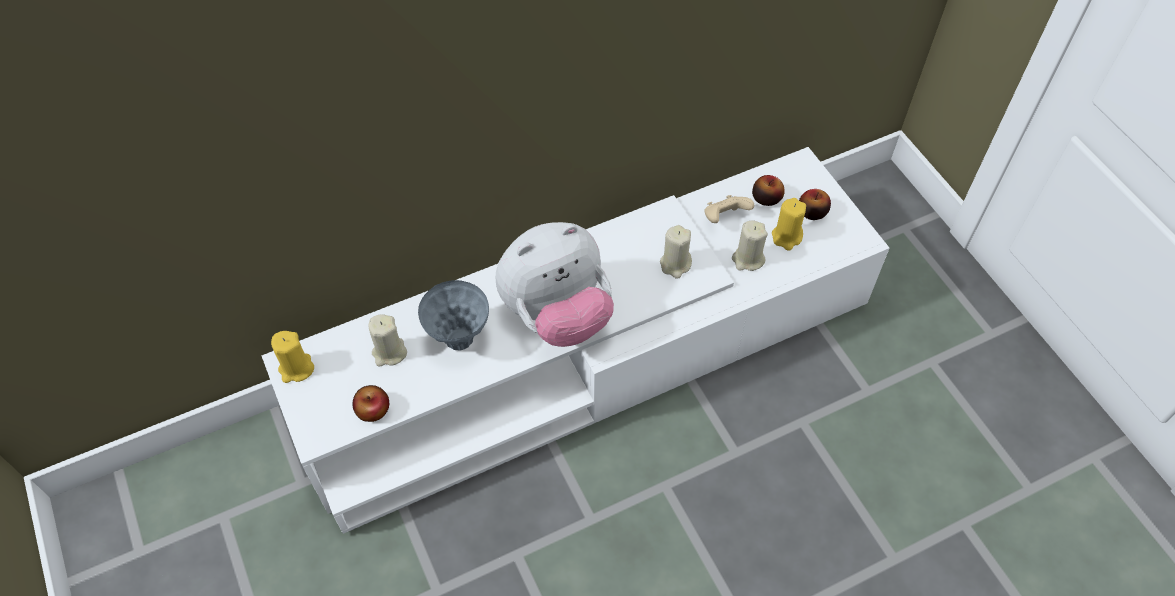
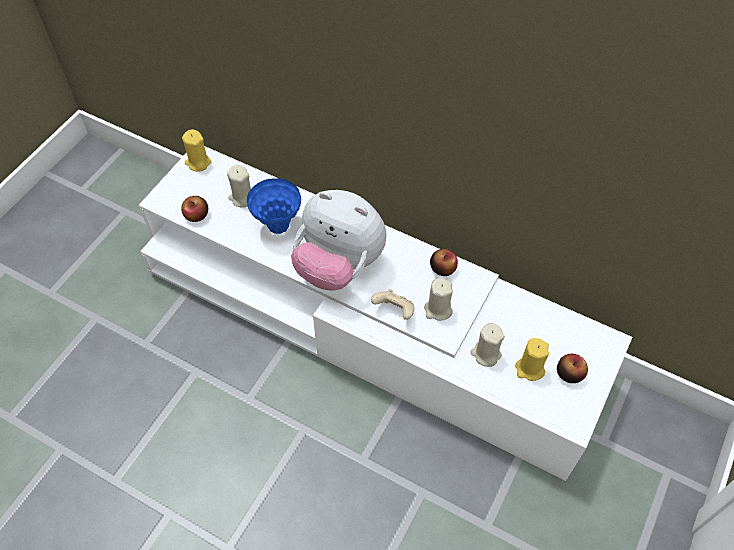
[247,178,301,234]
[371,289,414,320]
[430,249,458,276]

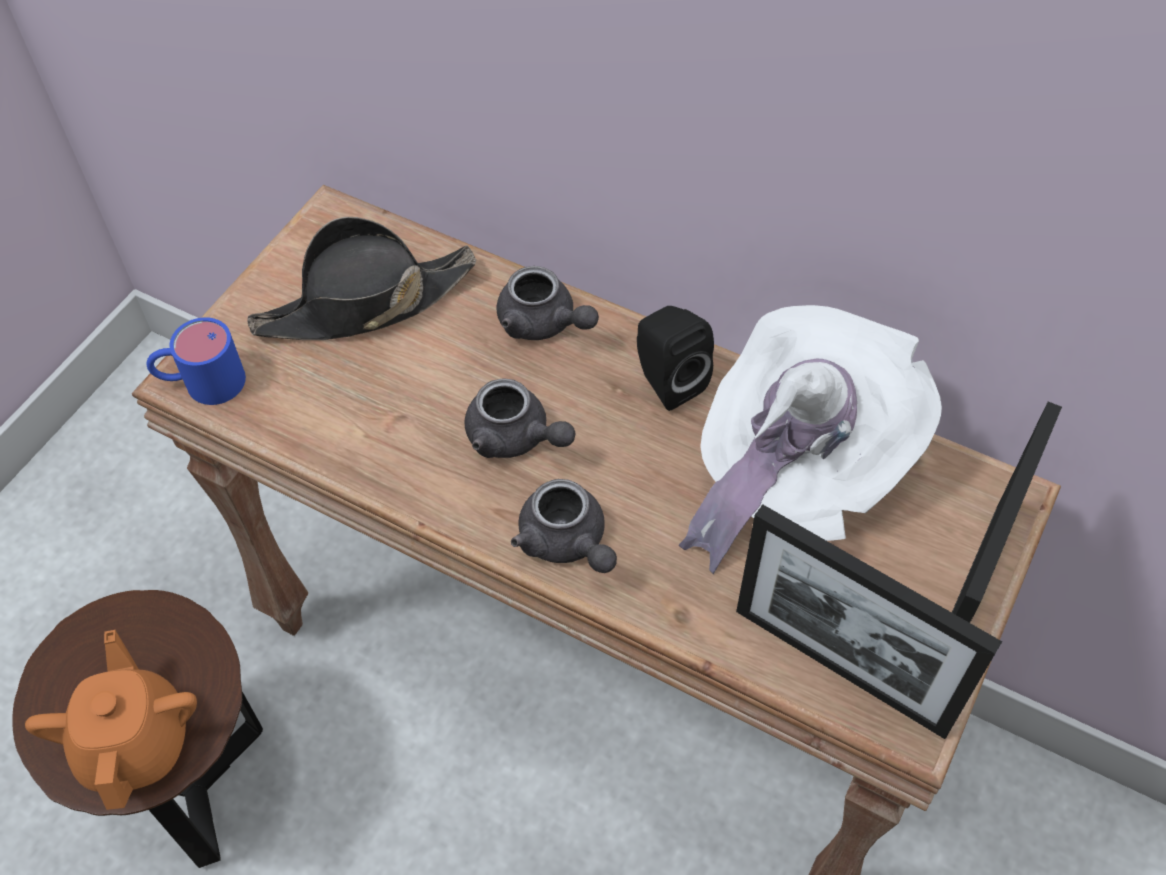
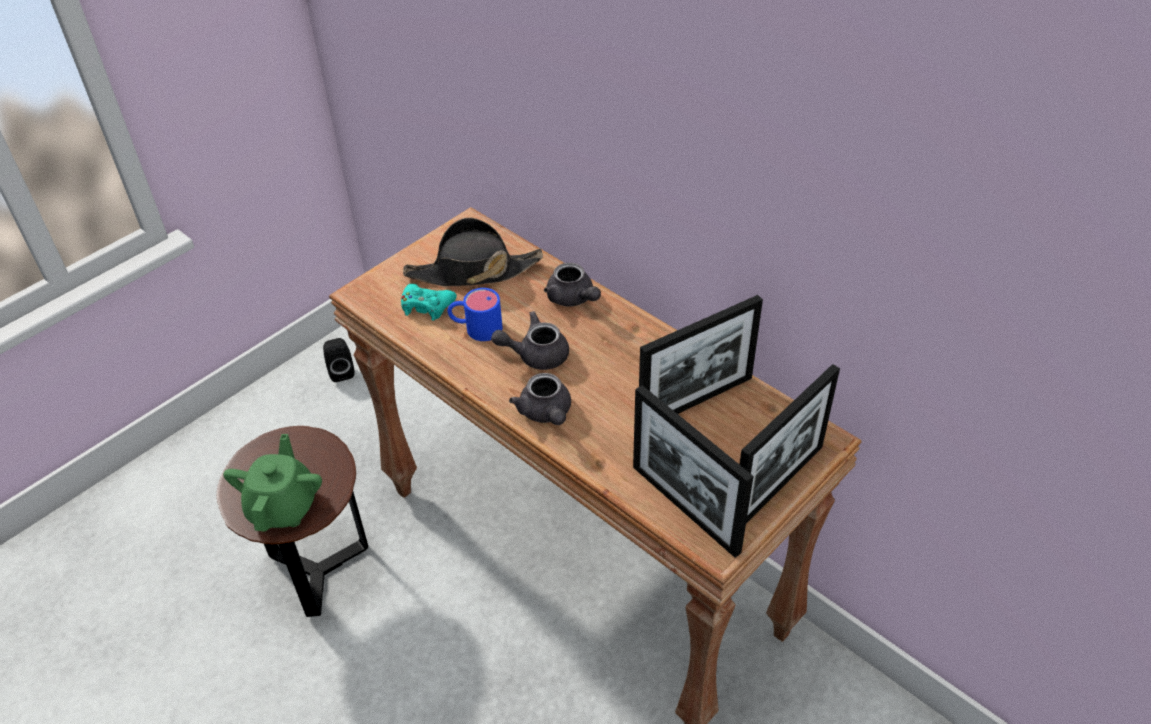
[223,434,322,532]
[323,338,355,382]
[401,284,457,321]
[448,288,503,341]
[491,311,569,370]
[639,295,763,414]

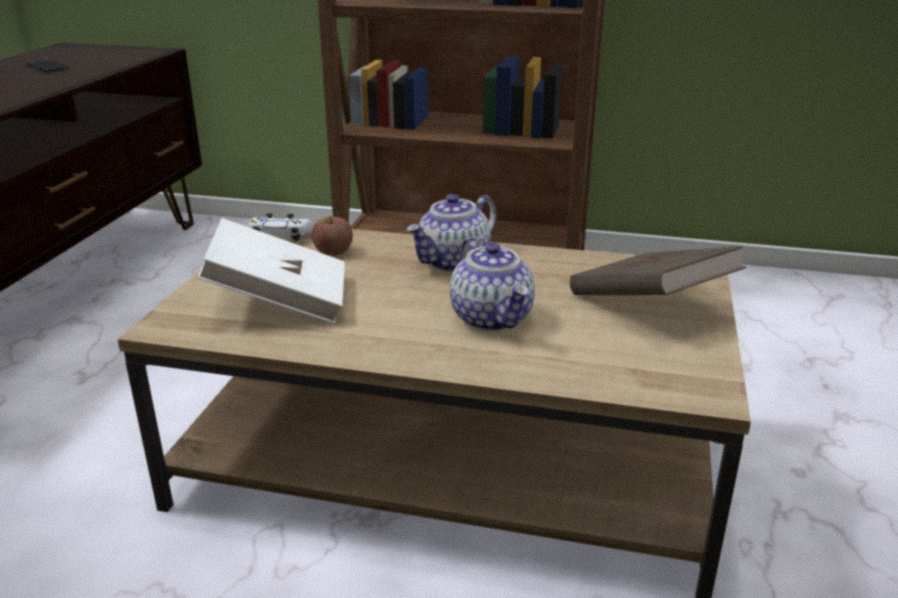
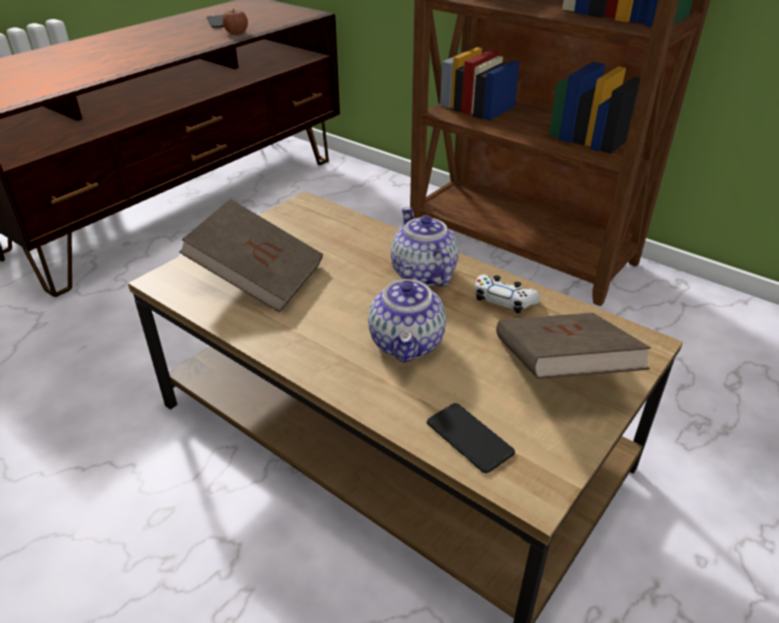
[179,199,323,313]
[222,9,248,35]
[391,207,459,287]
[427,403,515,473]
[475,275,540,314]

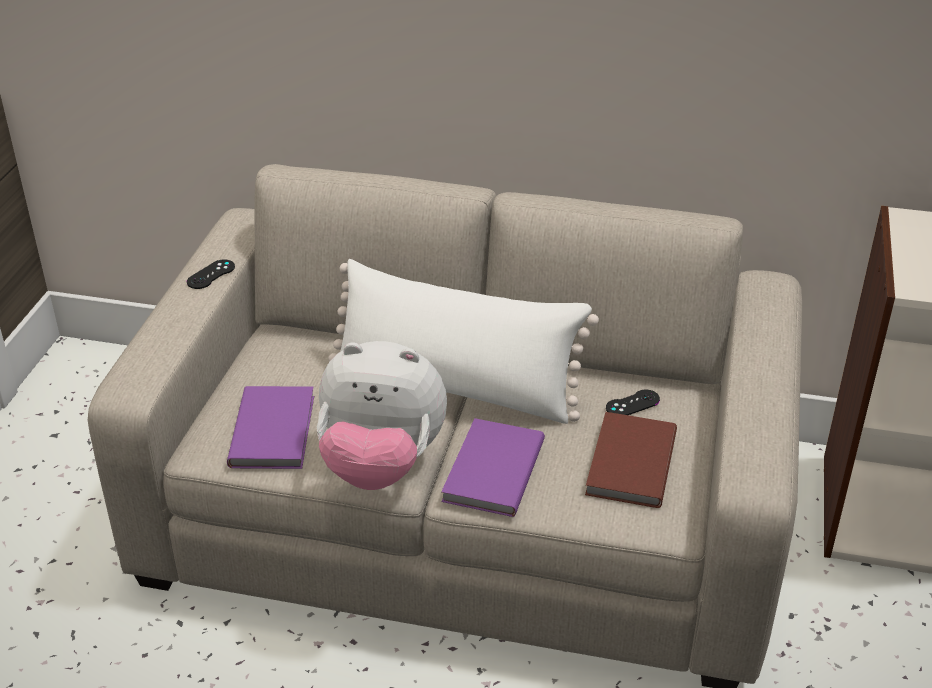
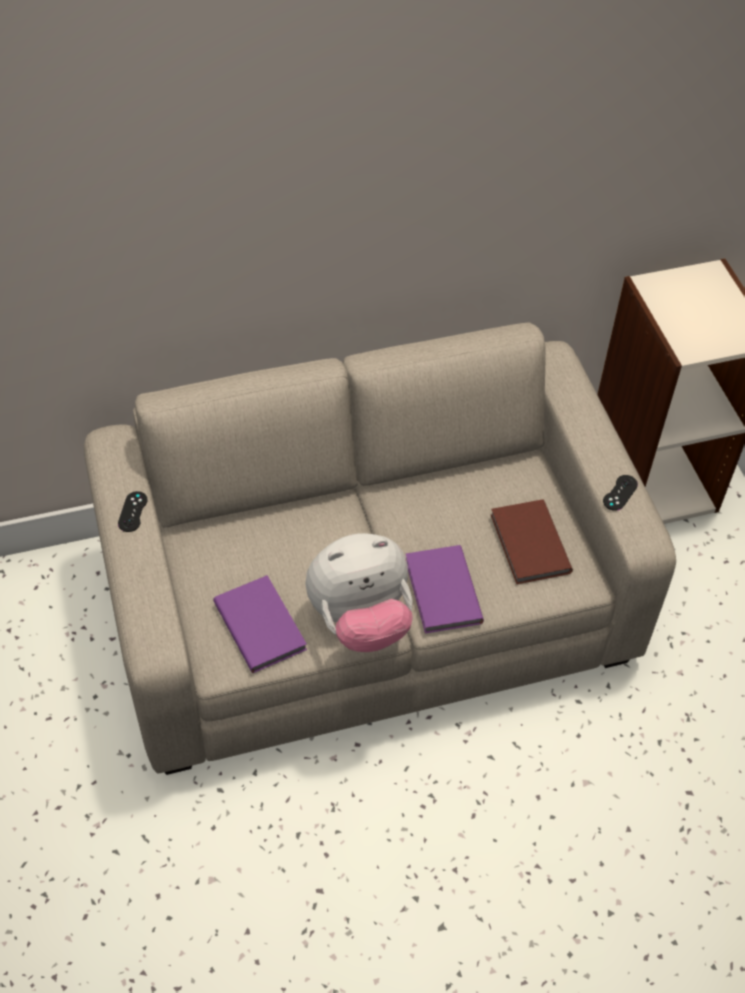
[603,475,638,511]
[328,259,599,424] (first image)

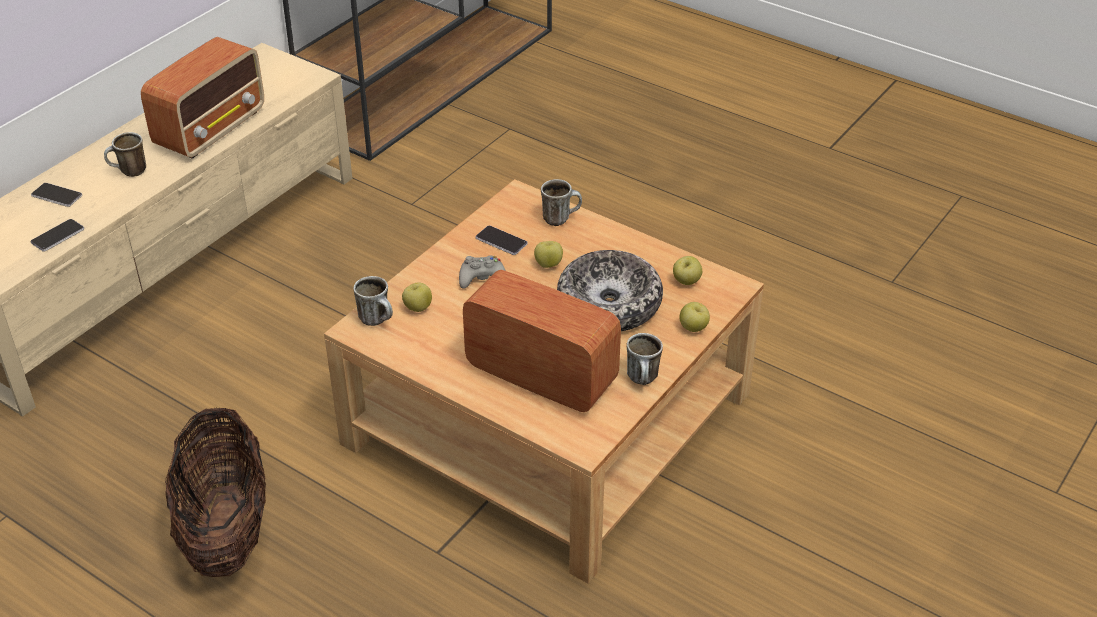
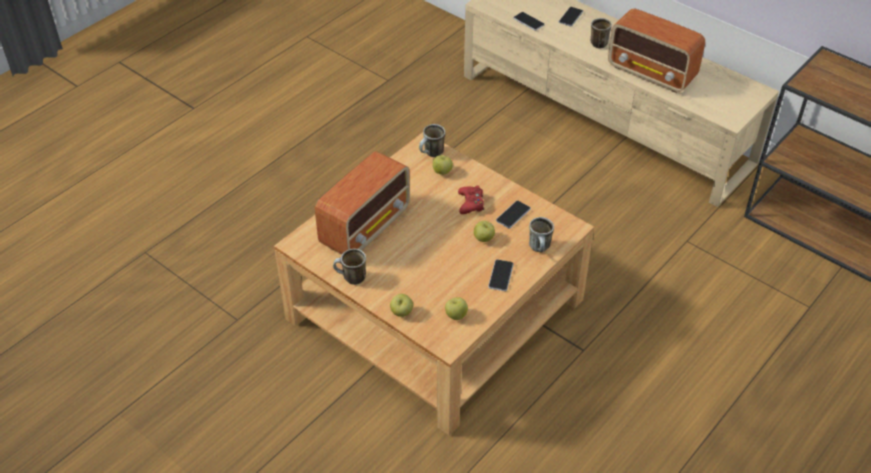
[458,185,484,214]
[488,259,514,291]
[165,407,266,577] (first image)
[557,250,663,331] (first image)

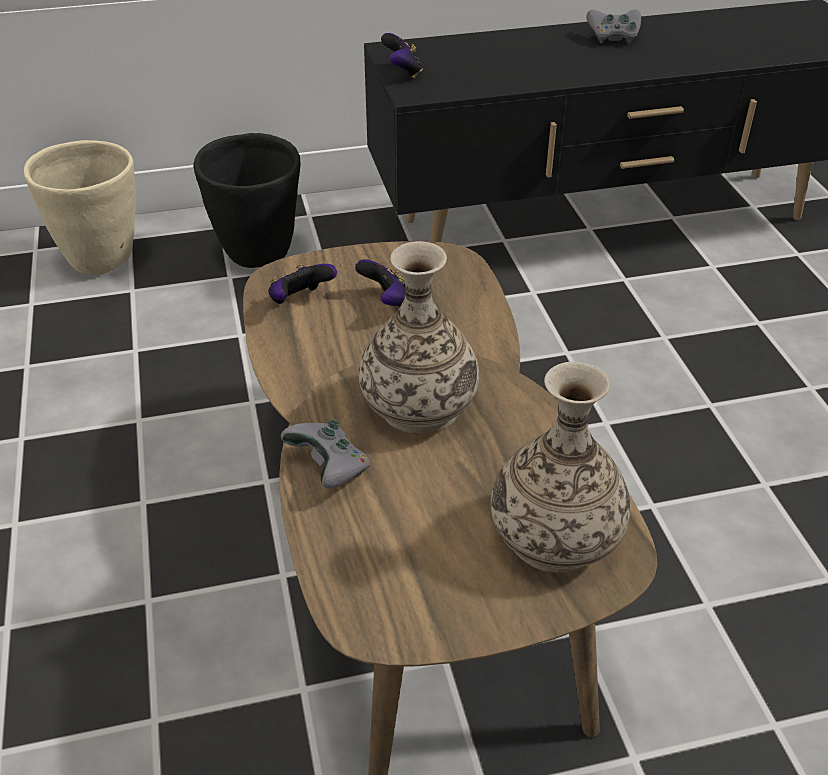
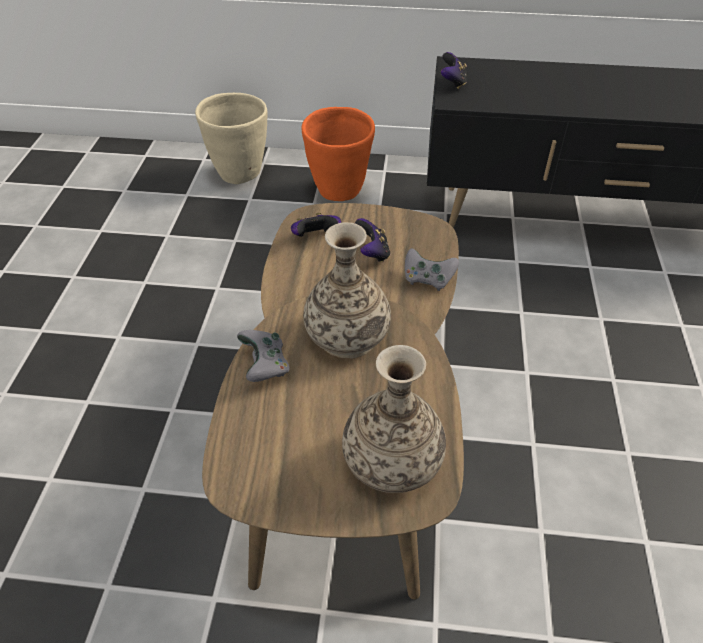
[302,107,375,201]
[405,248,459,291]

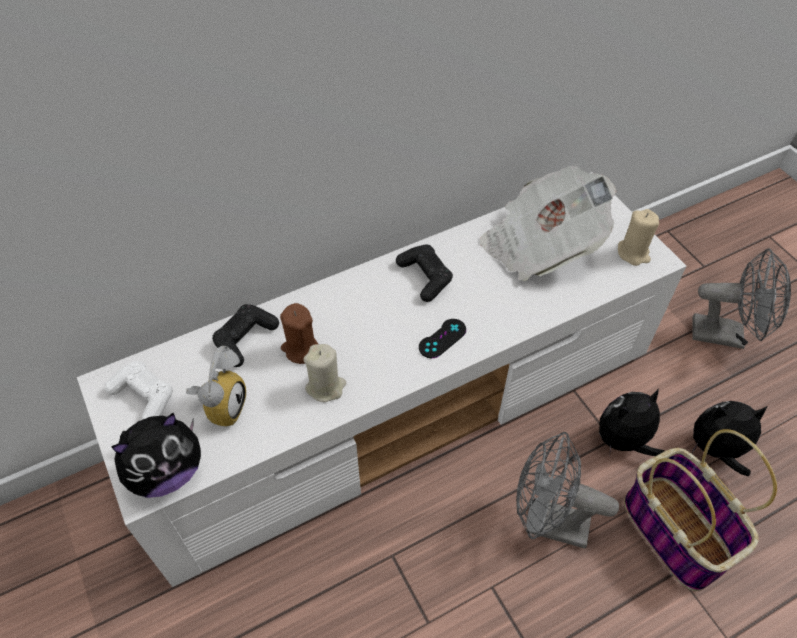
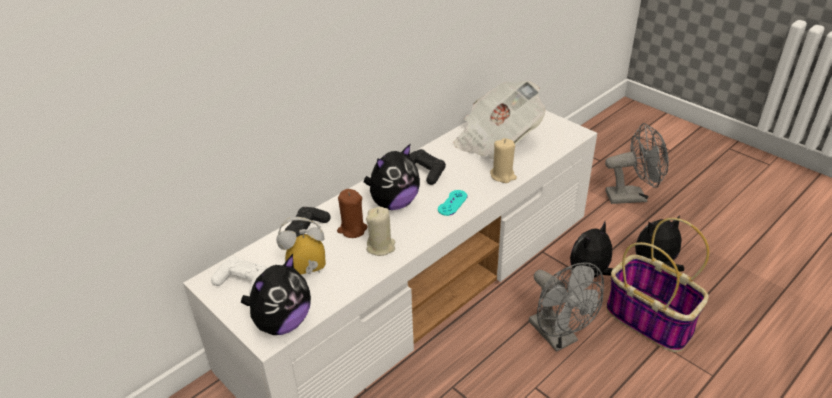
[277,217,326,274]
[364,144,420,210]
[438,190,467,216]
[490,138,517,183]
[529,262,604,352]

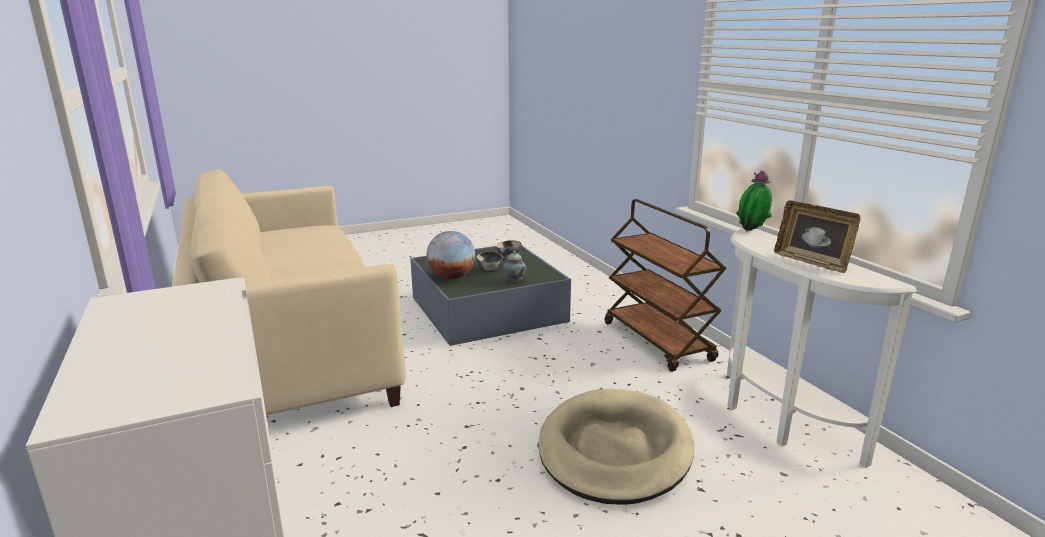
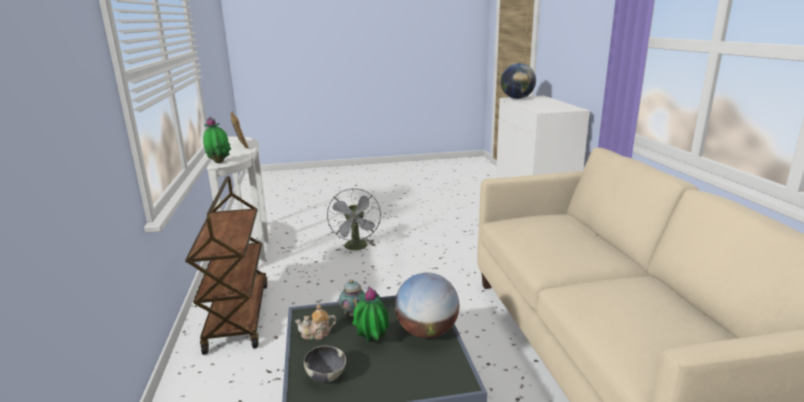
[295,304,336,340]
[327,188,381,251]
[352,286,390,342]
[501,63,536,99]

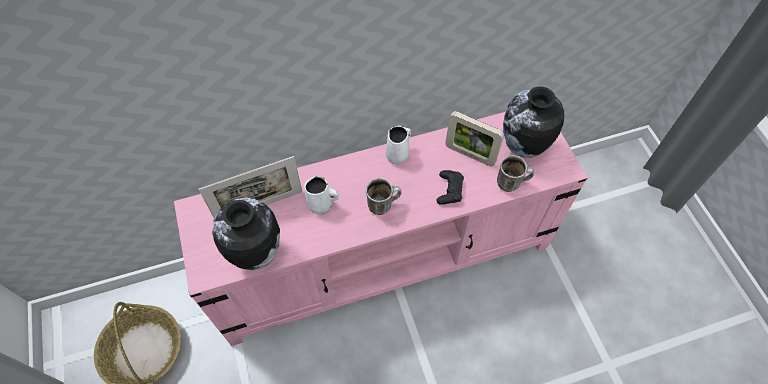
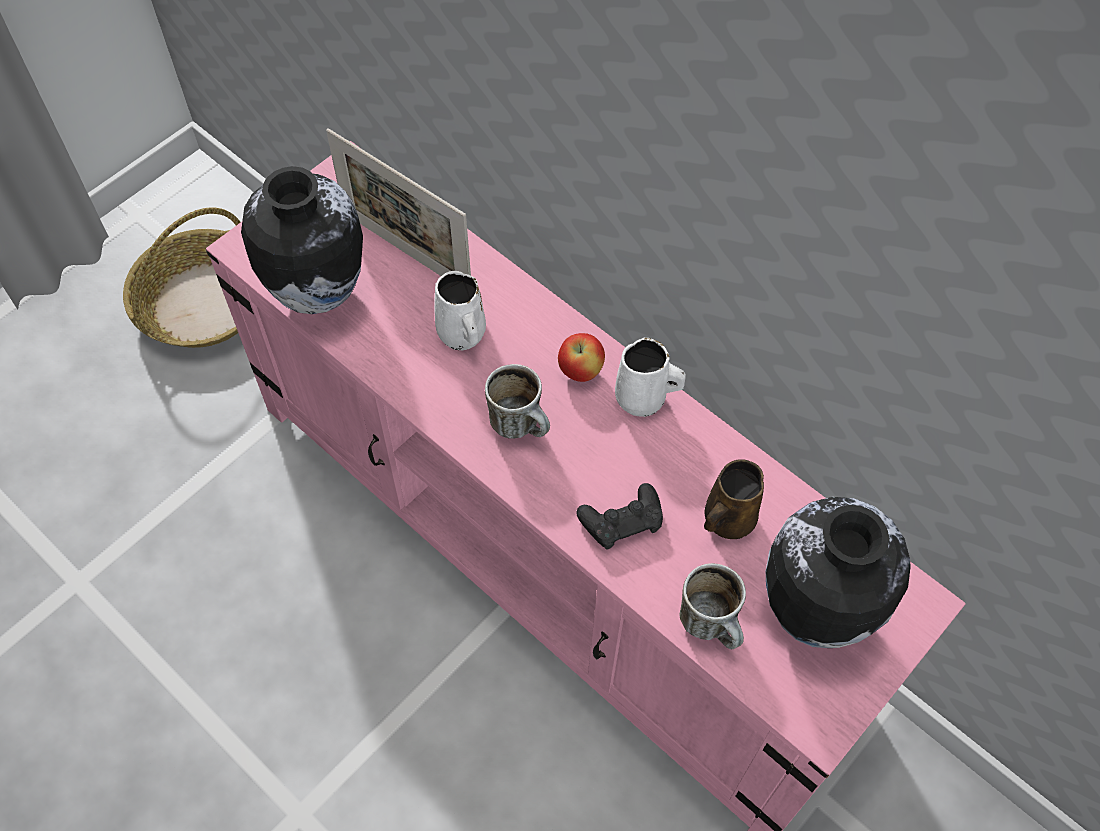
[558,333,605,382]
[704,459,764,539]

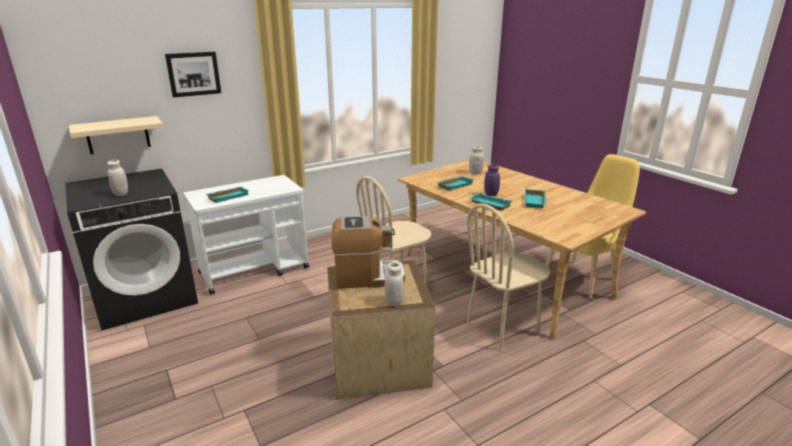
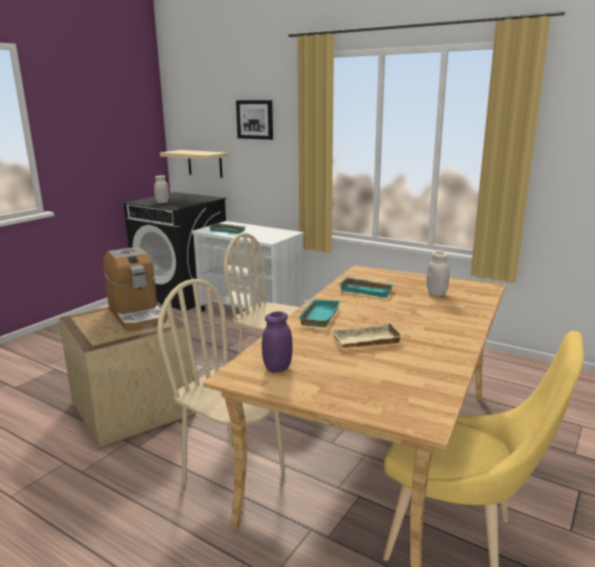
[262,311,293,373]
[332,322,404,348]
[385,262,404,306] (first image)

